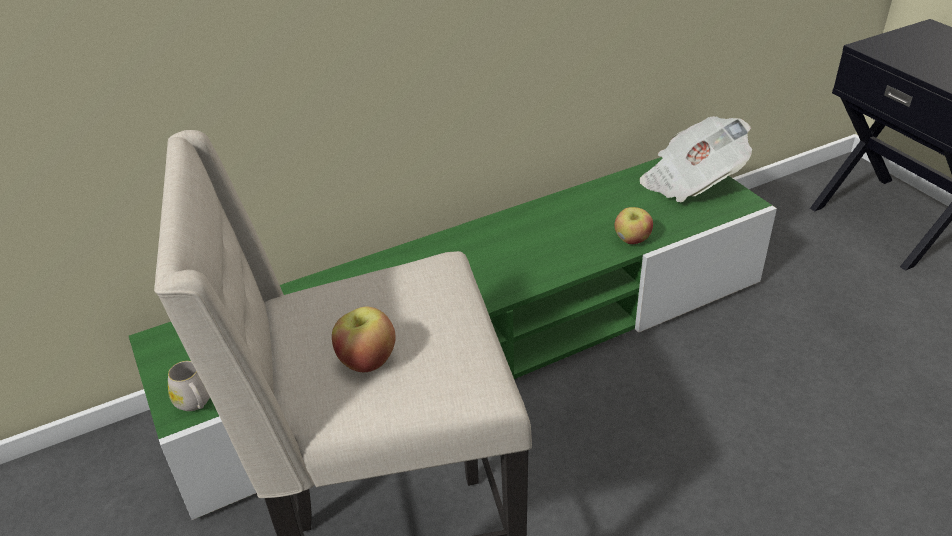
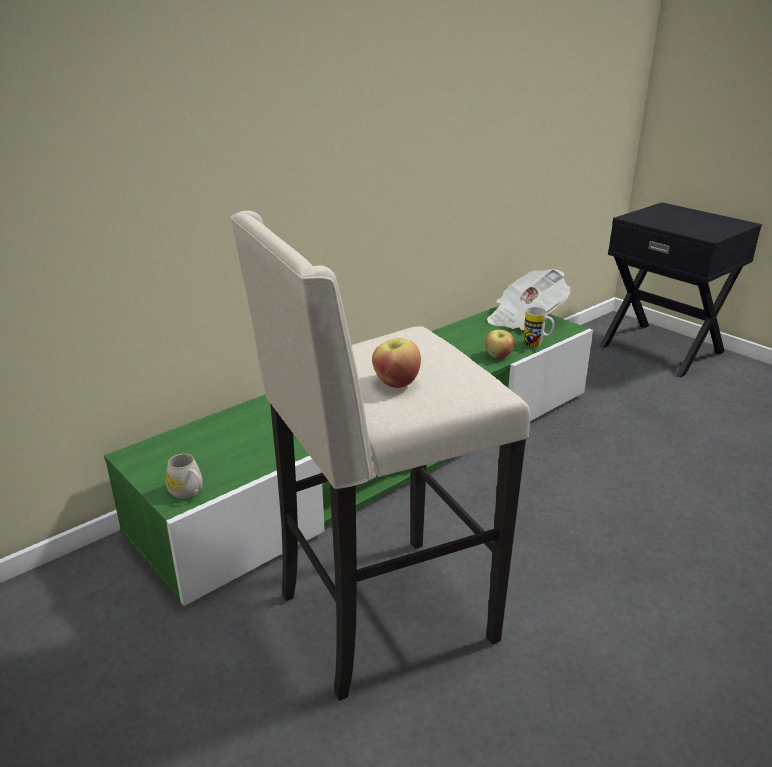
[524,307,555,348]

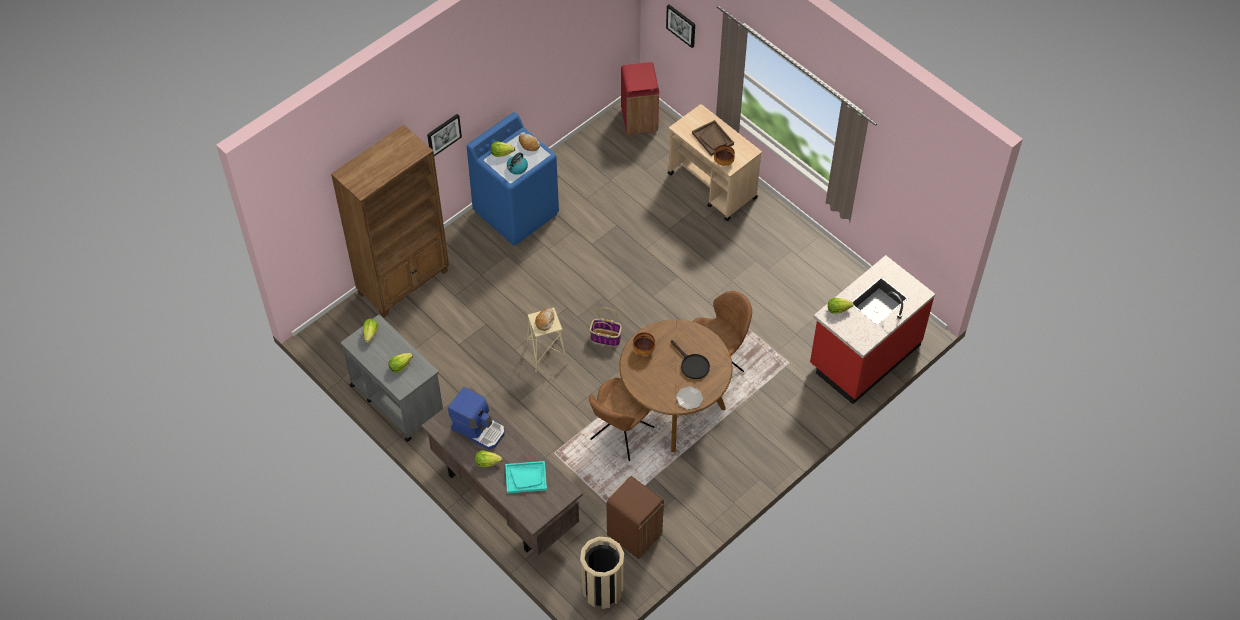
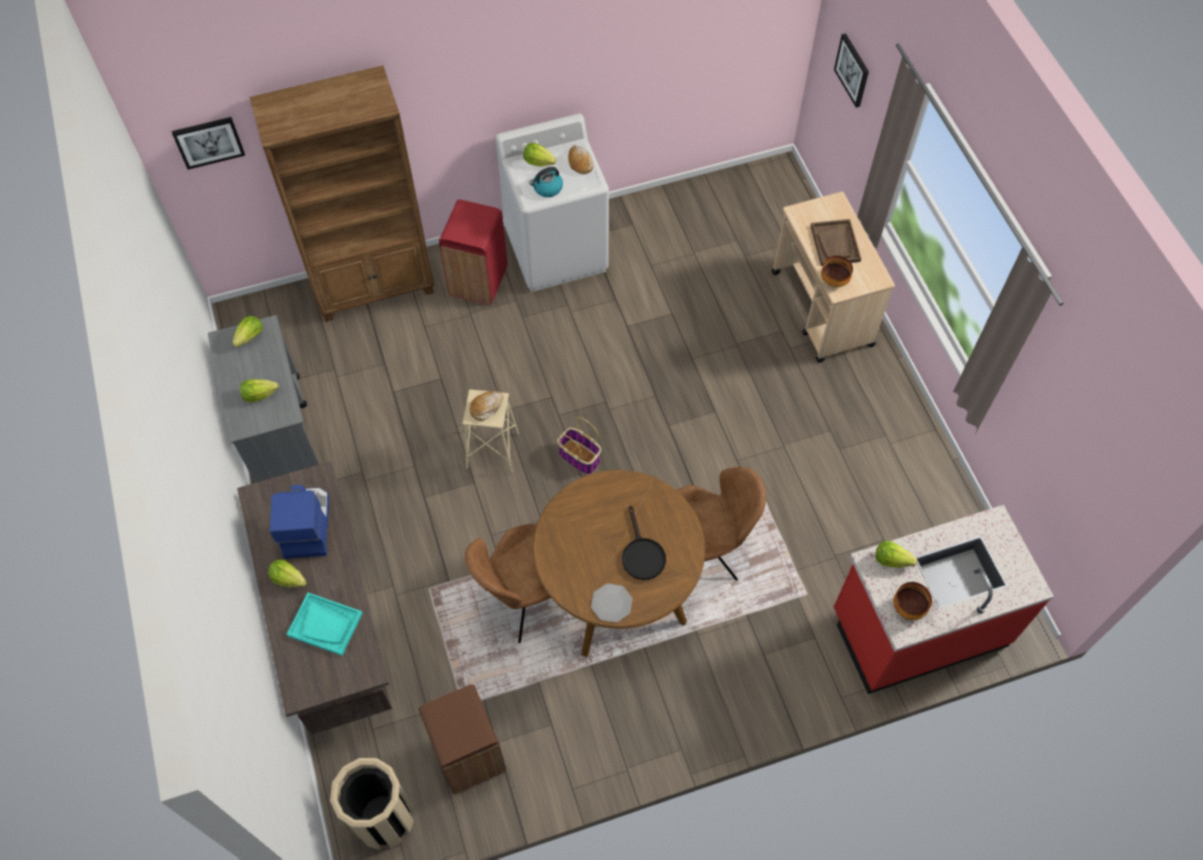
[172,117,245,170]
[269,484,329,559]
[439,200,508,305]
[495,114,609,292]
[894,582,932,620]

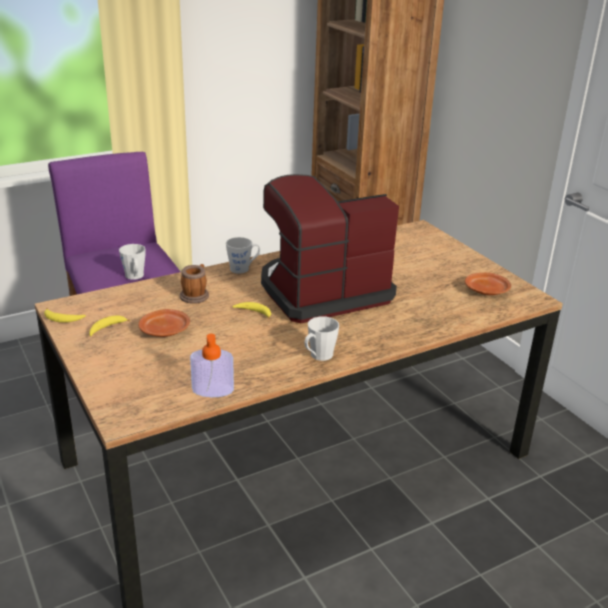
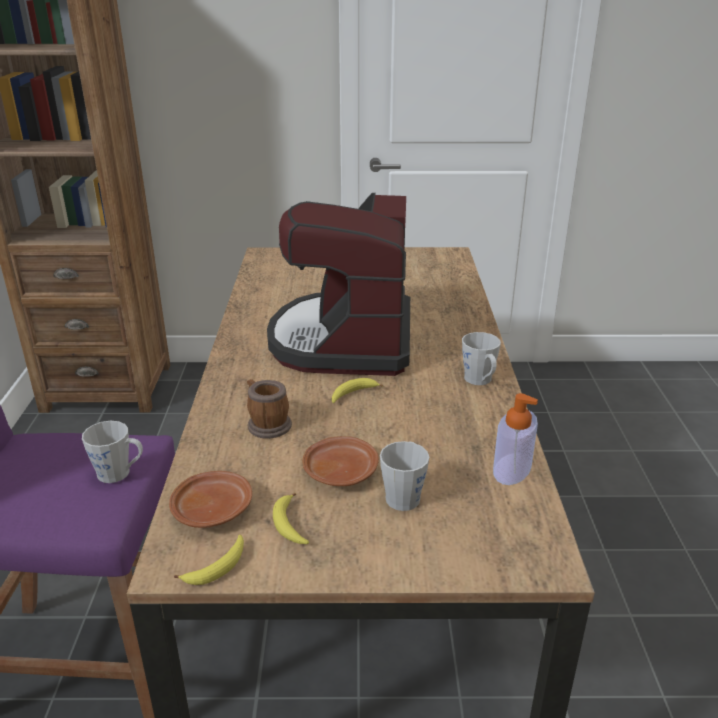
[169,471,252,528]
[380,441,429,511]

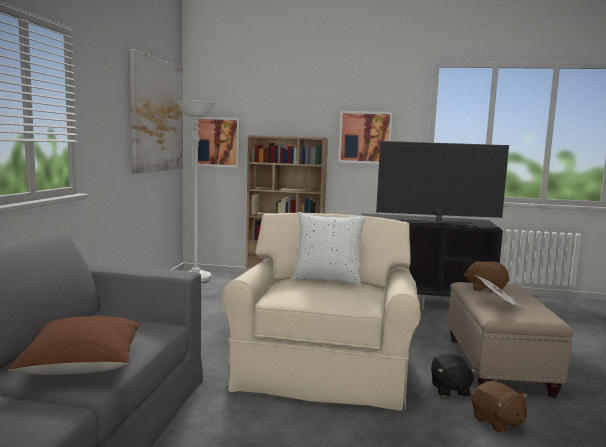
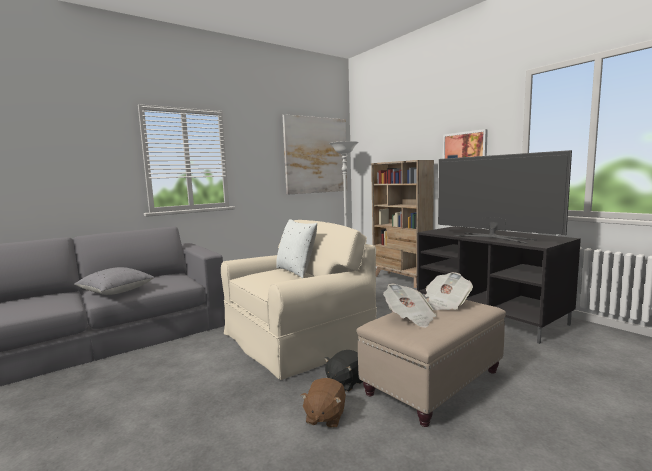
[74,267,155,295]
[425,272,473,310]
[192,117,240,168] (first image)

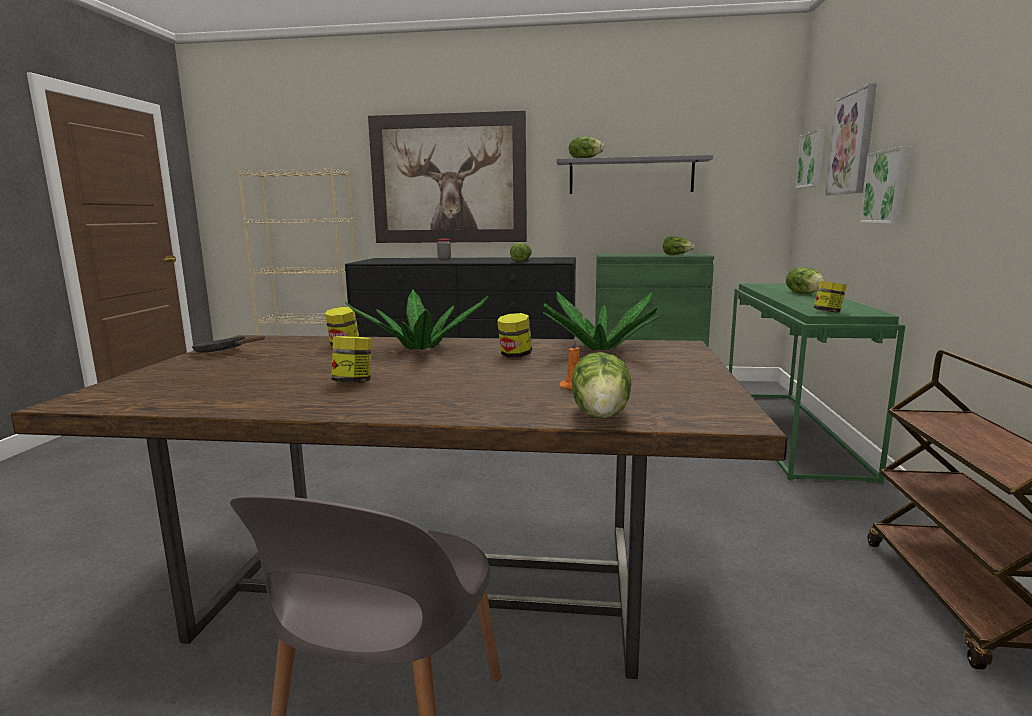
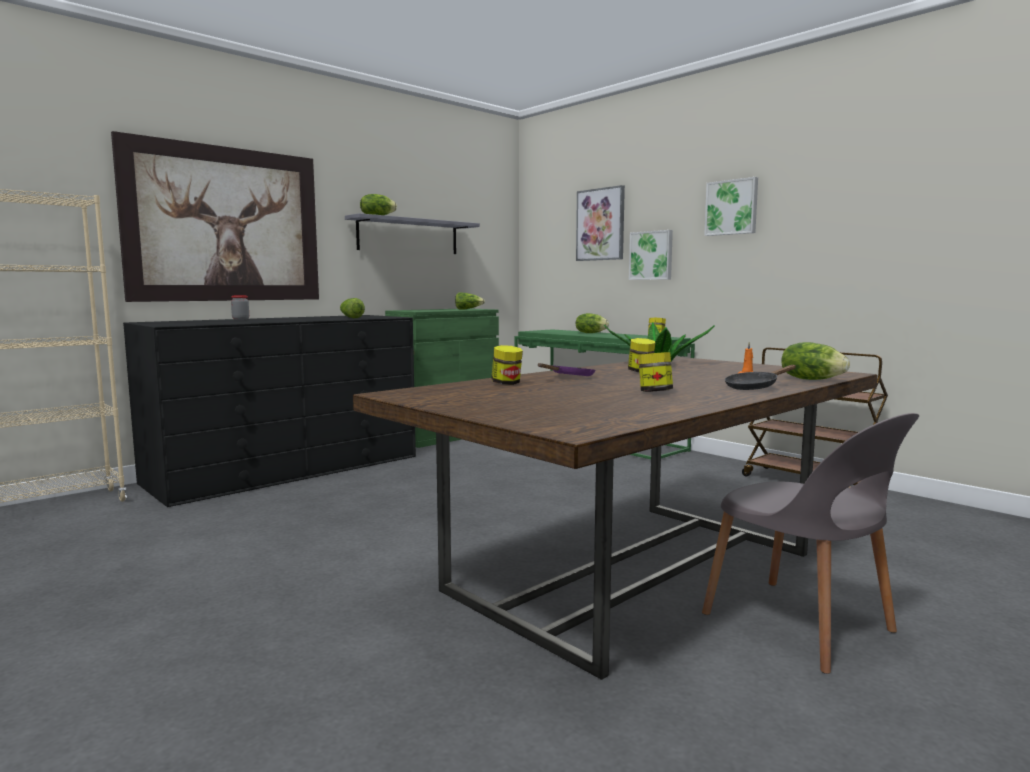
[538,363,595,376]
[704,177,758,236]
[725,365,796,390]

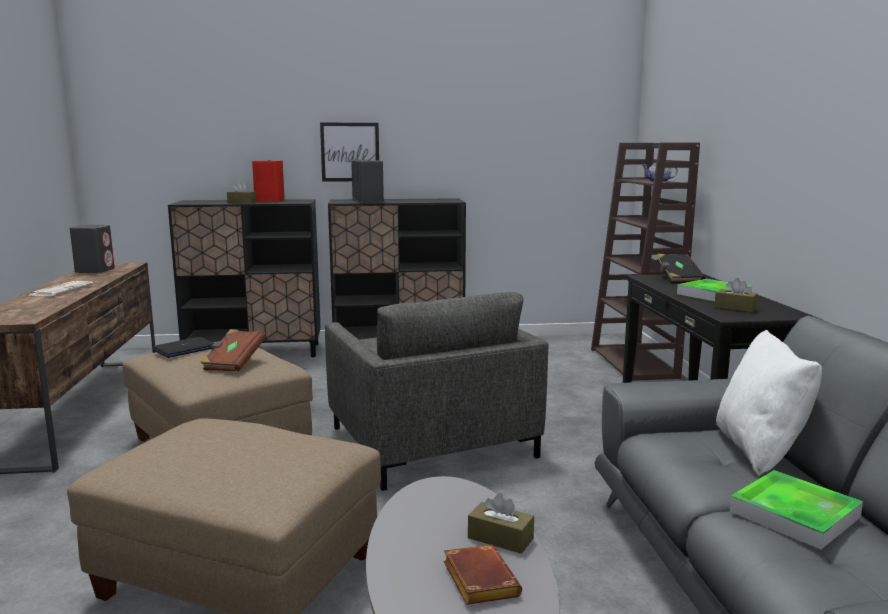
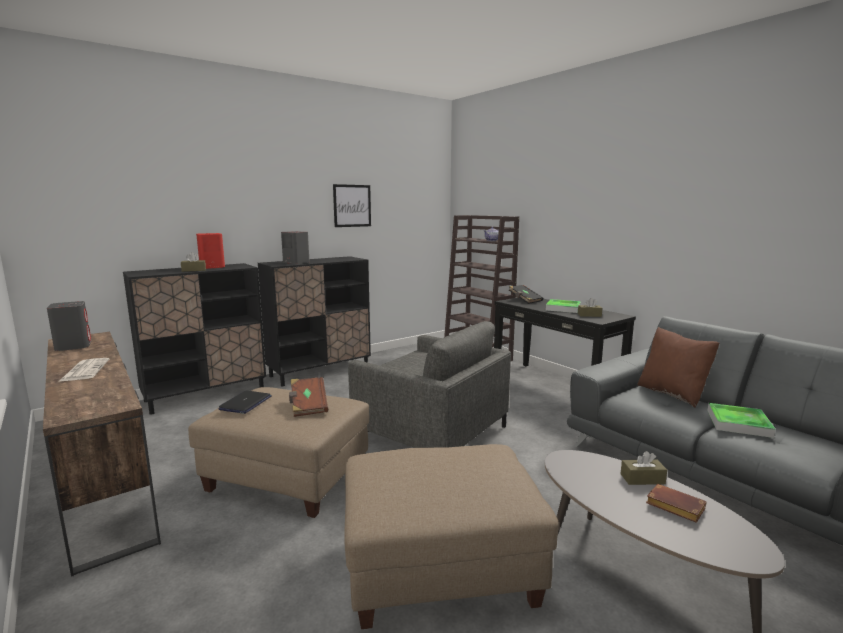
[333,184,371,227]
[637,327,719,408]

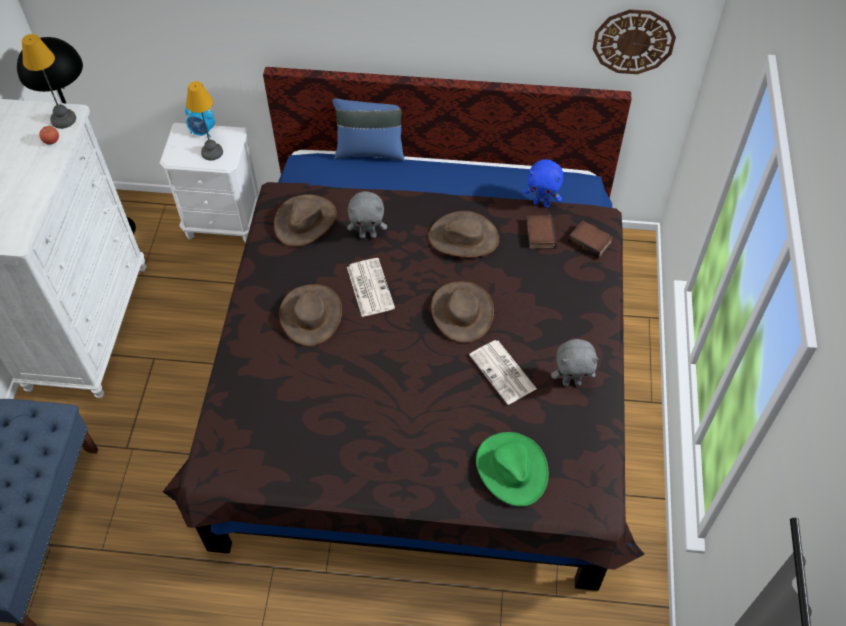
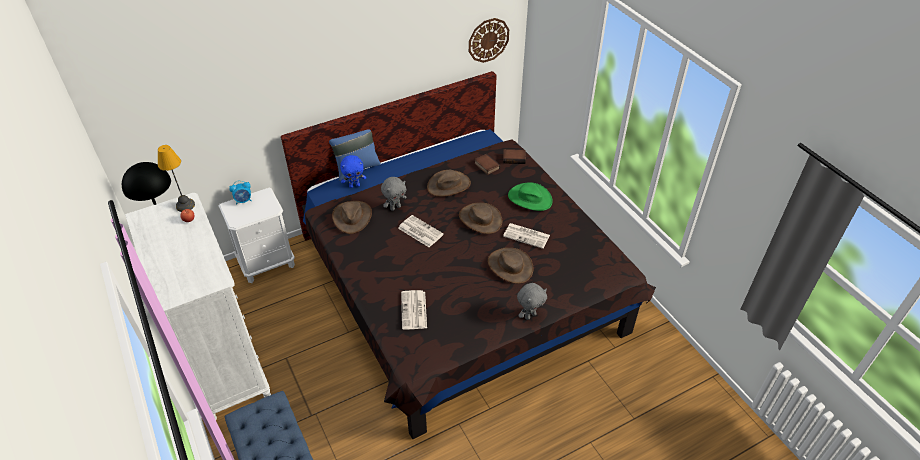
[340,155,366,188]
[401,290,427,330]
[487,247,533,284]
[508,182,553,211]
[517,283,547,320]
[186,81,223,161] (first image)

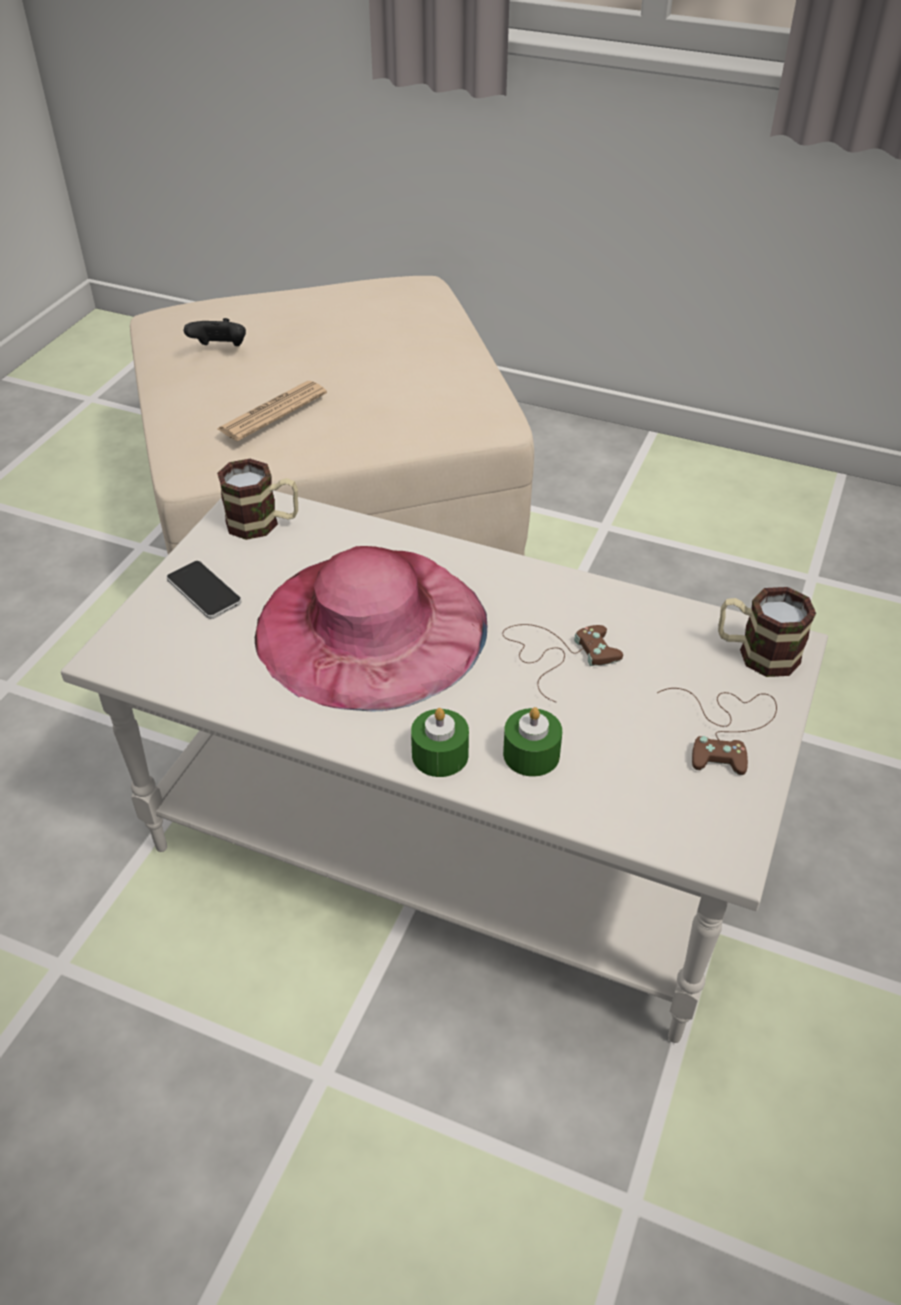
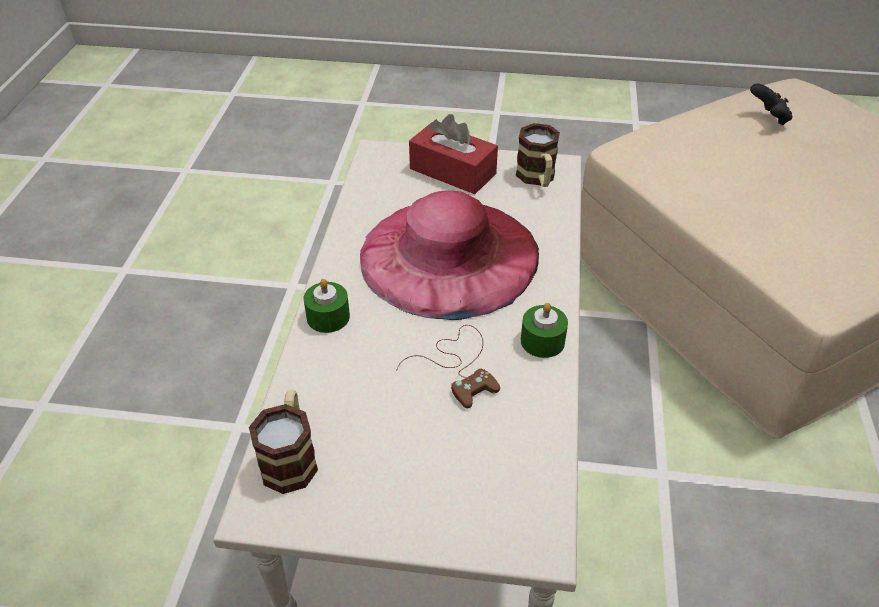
[249,390,318,494]
[409,114,498,194]
[521,303,568,358]
[217,381,327,441] (first image)
[657,688,777,775] (first image)

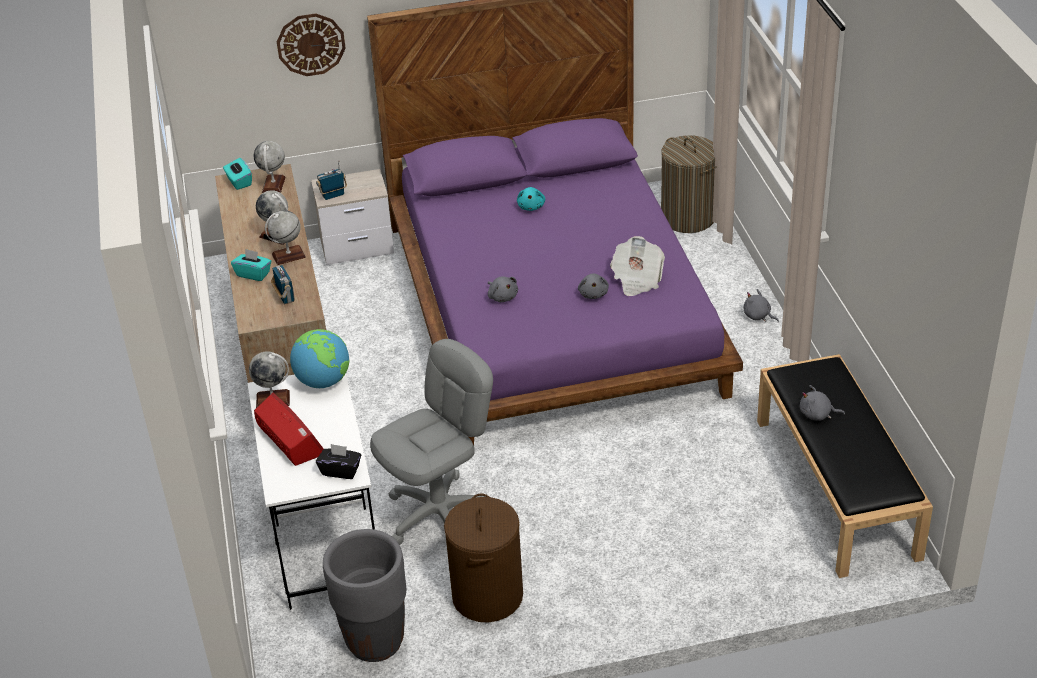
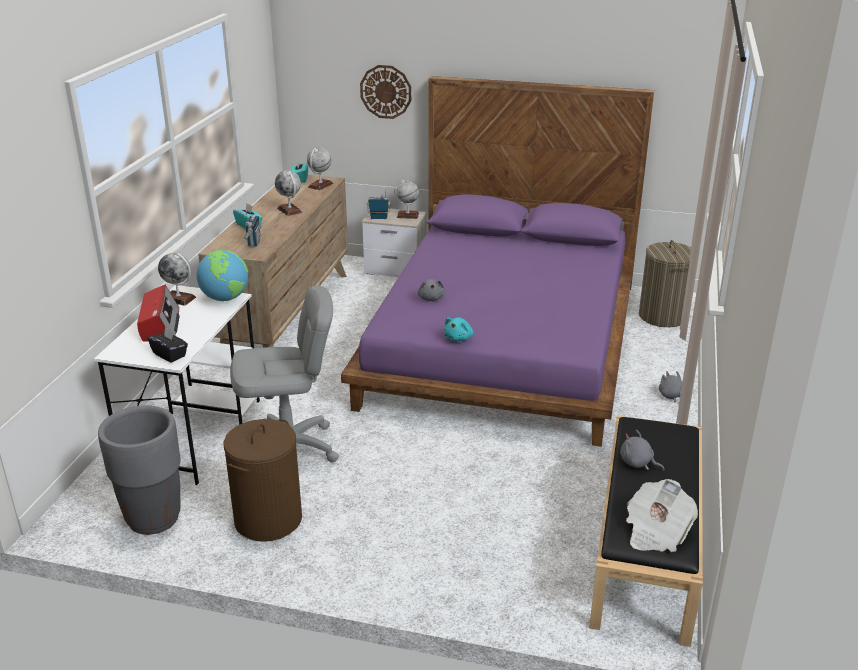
[394,179,419,219]
[444,317,473,341]
[626,479,698,552]
[578,273,609,299] (first image)

